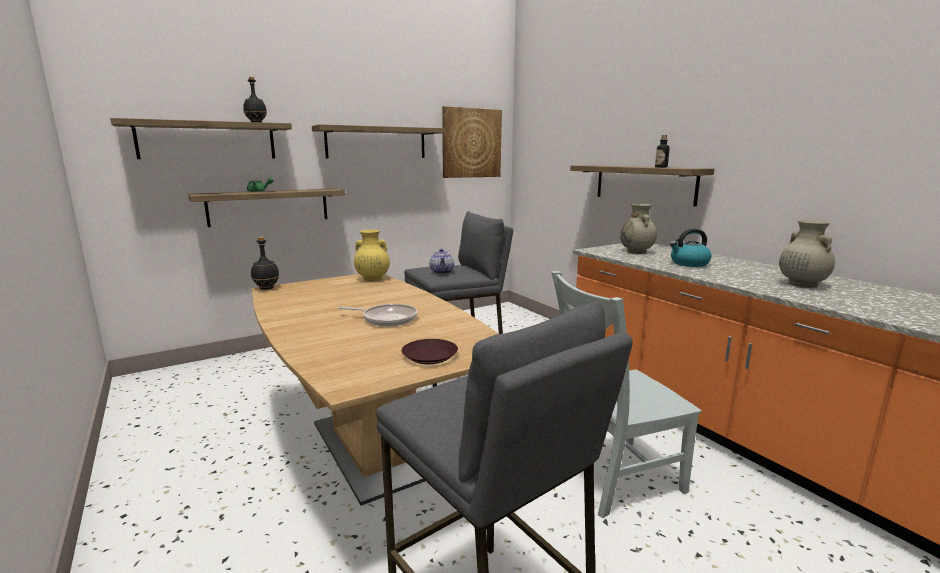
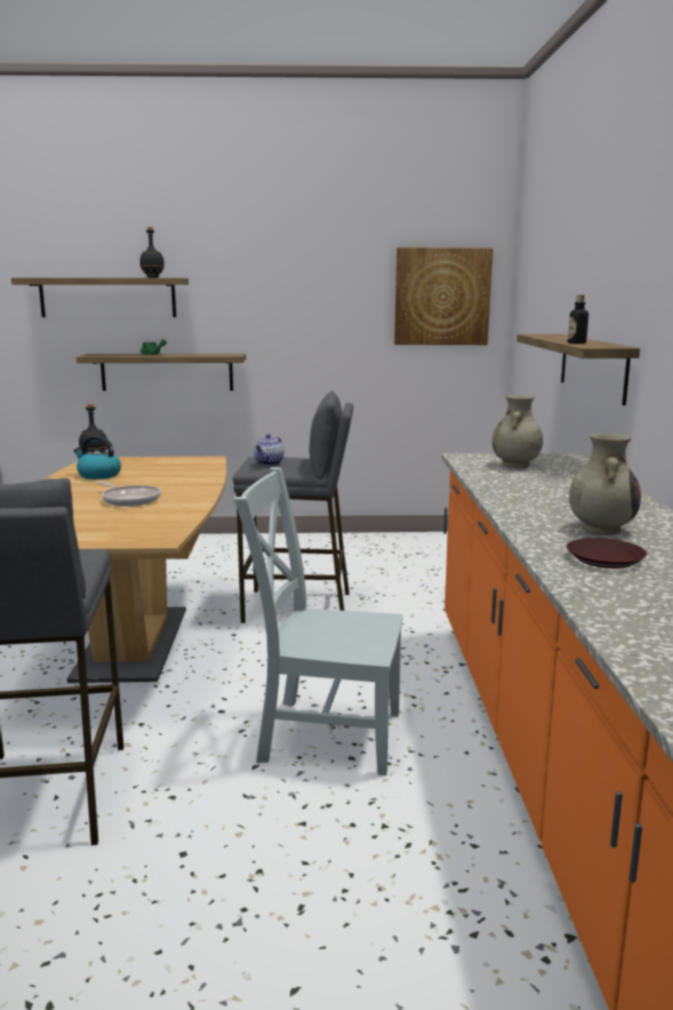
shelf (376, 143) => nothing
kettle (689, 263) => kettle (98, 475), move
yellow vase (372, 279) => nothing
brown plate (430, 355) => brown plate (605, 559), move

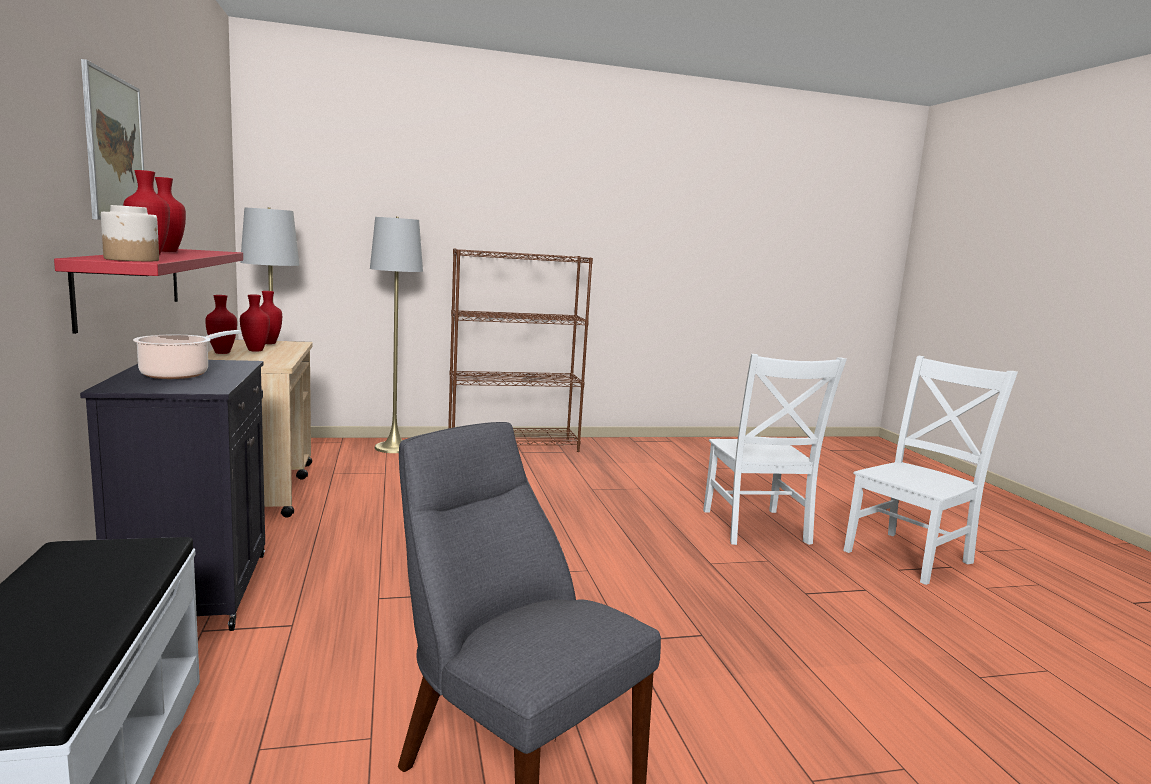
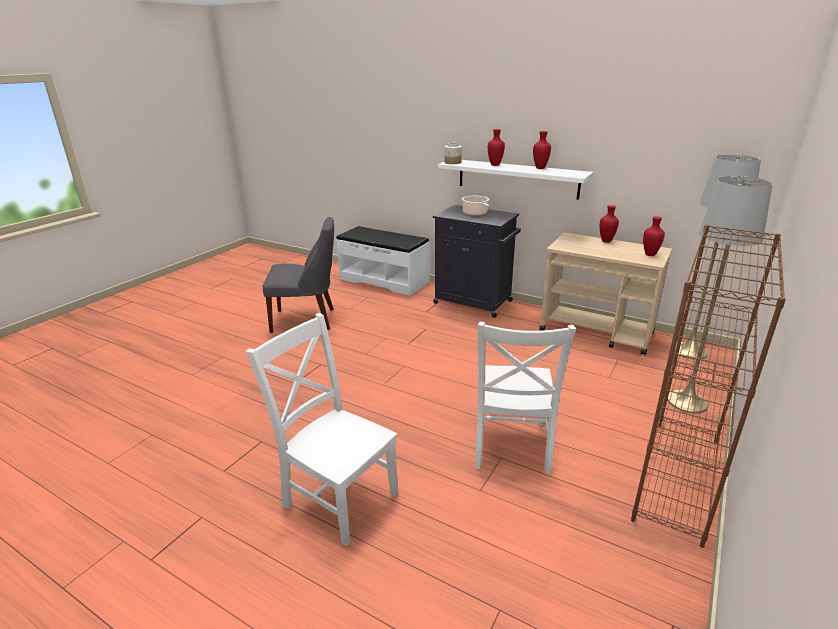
picture (115, 149) => nothing
red shelf (132, 283) => white shelf (517, 178)
red vase (256, 351) => nothing
white chair (911, 556) => white chair (510, 447), move

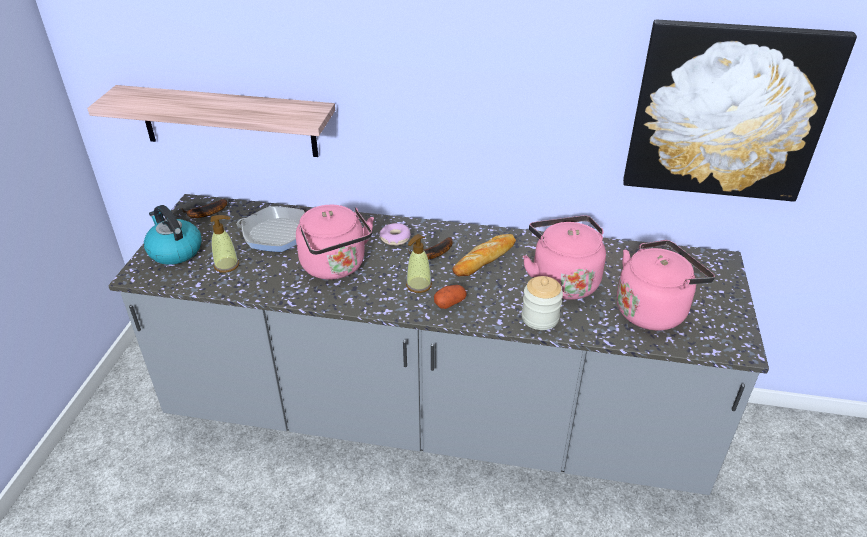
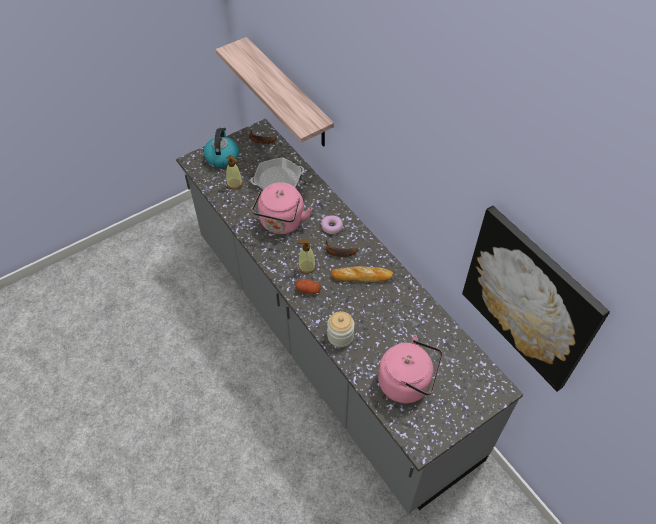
frying pan (276, 234) => frying pan (278, 180), 105 degrees clockwise
pink kettle (562, 280) => nothing

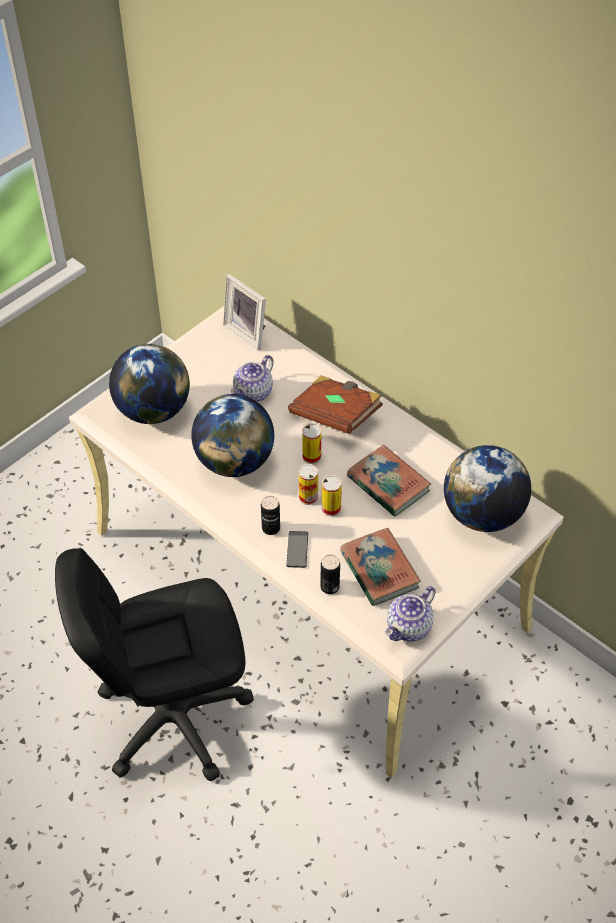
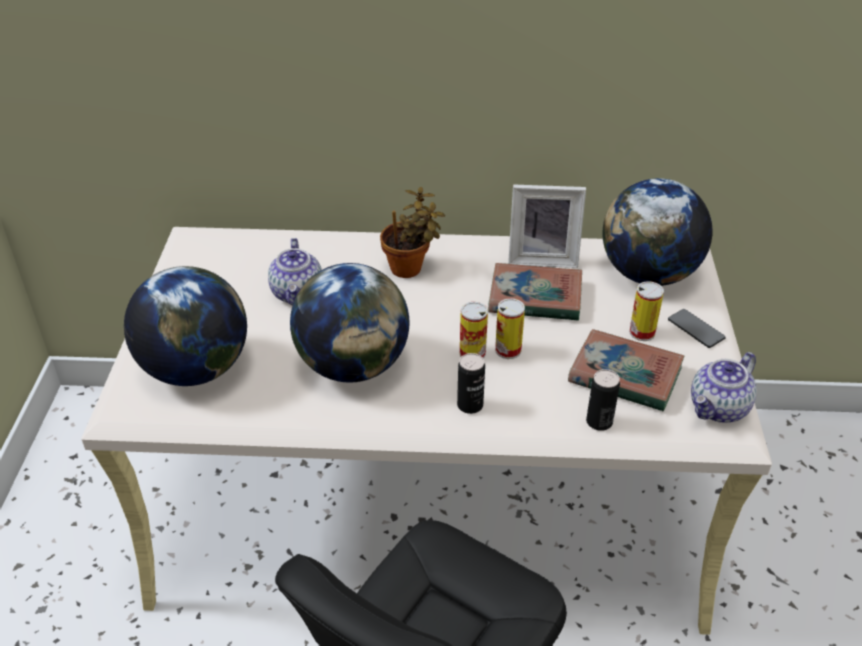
picture frame (248, 332) => picture frame (542, 257), move
brown book (335, 415) => potted plant (410, 268)
can (311, 456) => can (642, 332), move
phone (297, 550) => phone (695, 329), move
teapot (409, 627) => teapot (719, 409), 45 degrees clockwise

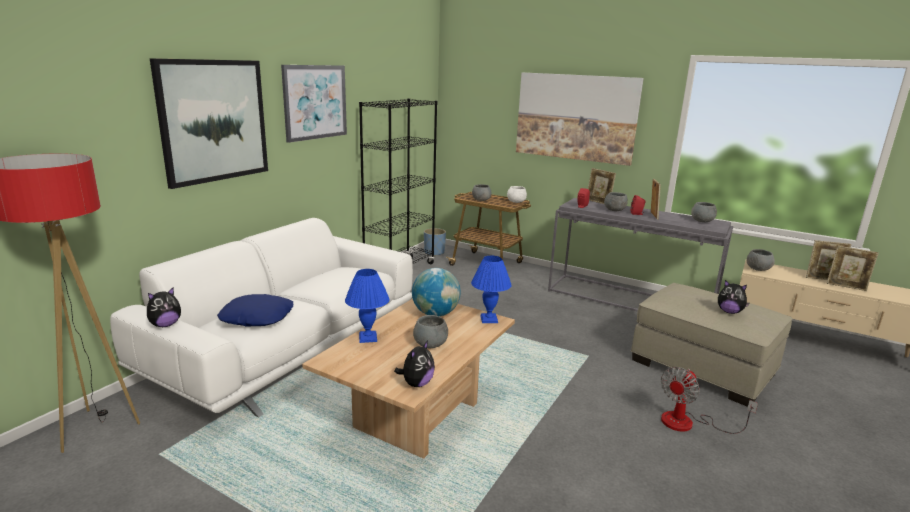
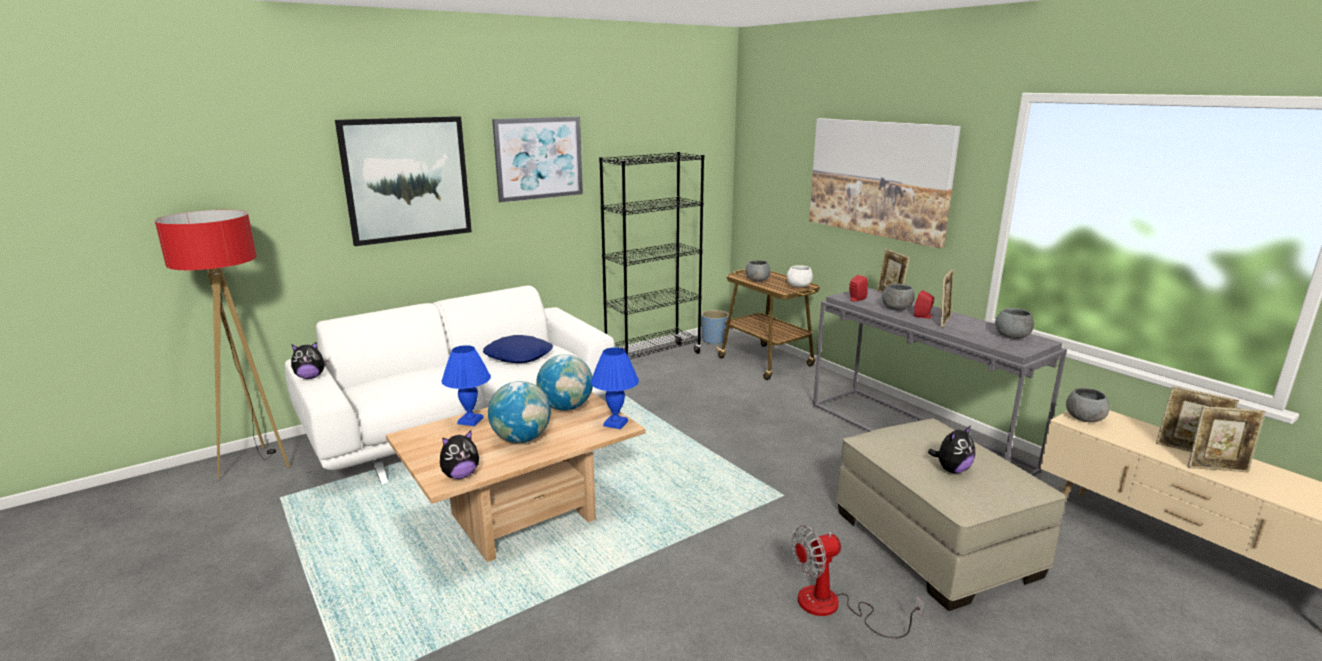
picture frame (846, 287) => picture frame (1216, 468), 45 degrees counterclockwise
plush toy (729, 312) => plush toy (951, 470), 90 degrees counterclockwise
blue pillow (257, 317) => blue pillow (519, 356), move
grey bowl (430, 344) => globe (521, 439)

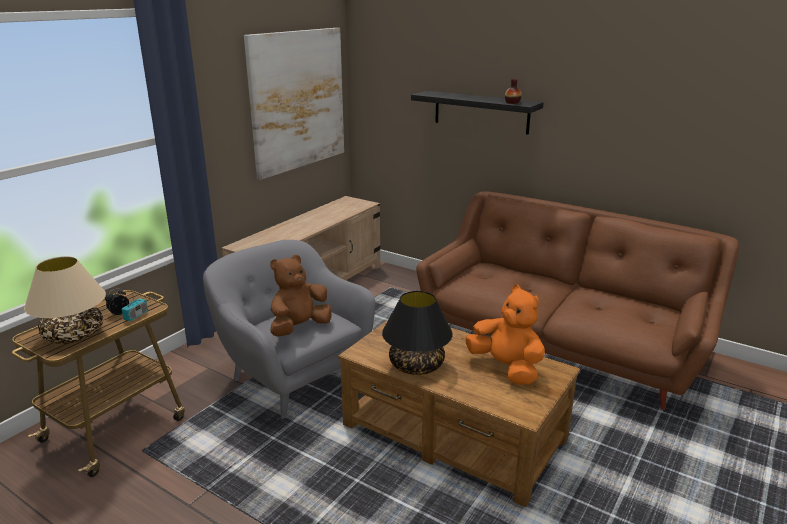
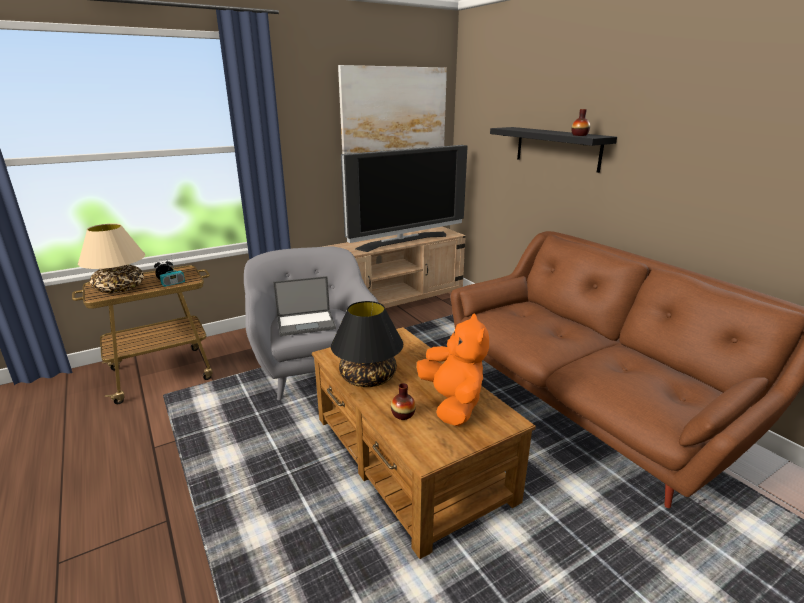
brown plush toy (299, 328) => laptop (306, 323)
nothing => television (403, 241)
nothing => vase (403, 414)

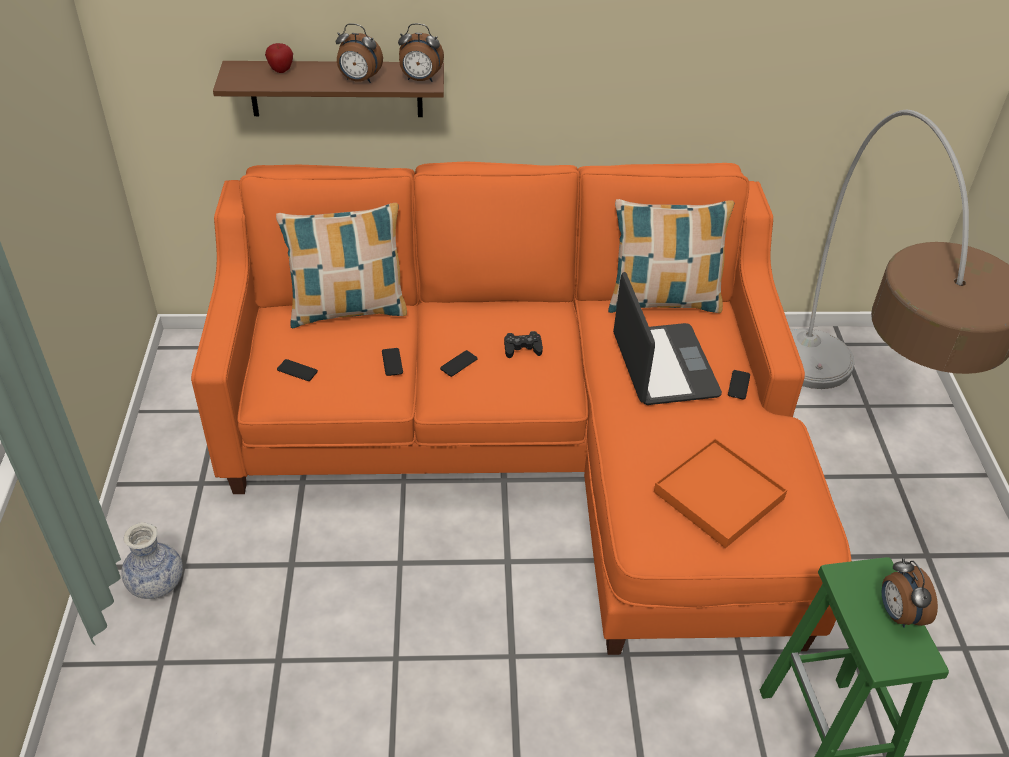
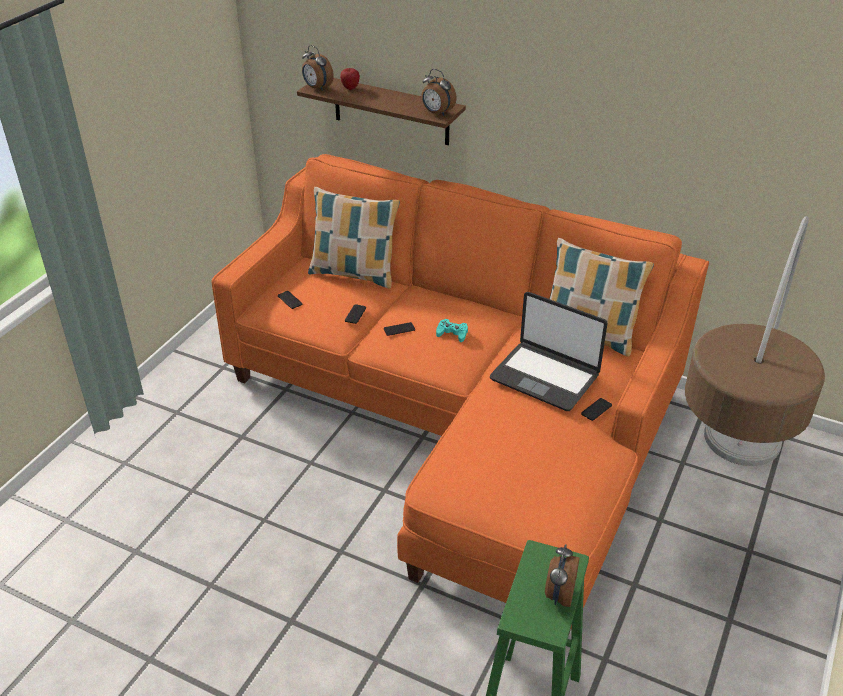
alarm clock (359, 80) => alarm clock (317, 88), move
laptop (663, 366) => laptop (545, 376), 105 degrees clockwise
black game controller (522, 348) => turquoise game controller (452, 333)
orange tray (718, 495) => nothing
vase (156, 583) => nothing

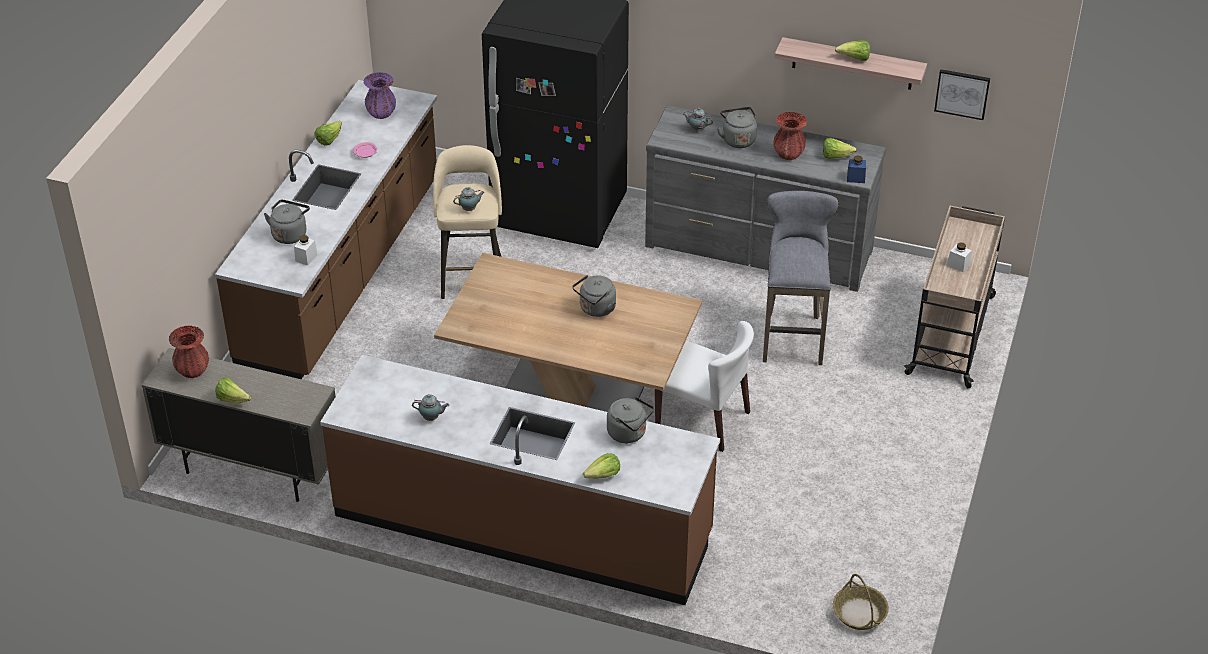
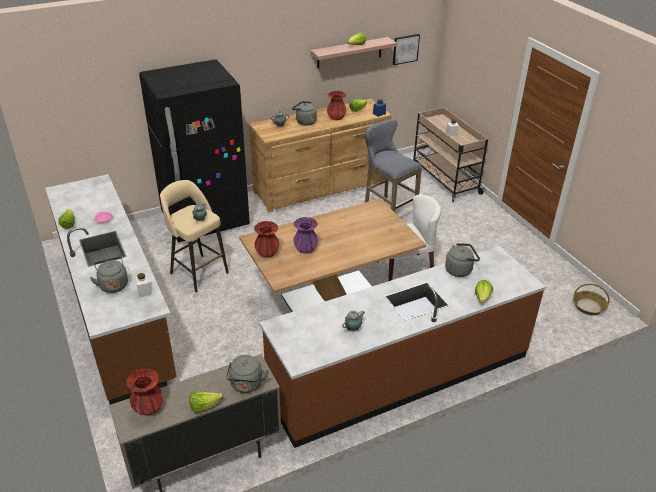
purple vase (381, 113) => purple vase (305, 249), move
grey dresser (759, 249) => brown dresser (321, 187)
grey kettle (596, 309) => grey kettle (246, 385), move
nothing => red vase (267, 253)

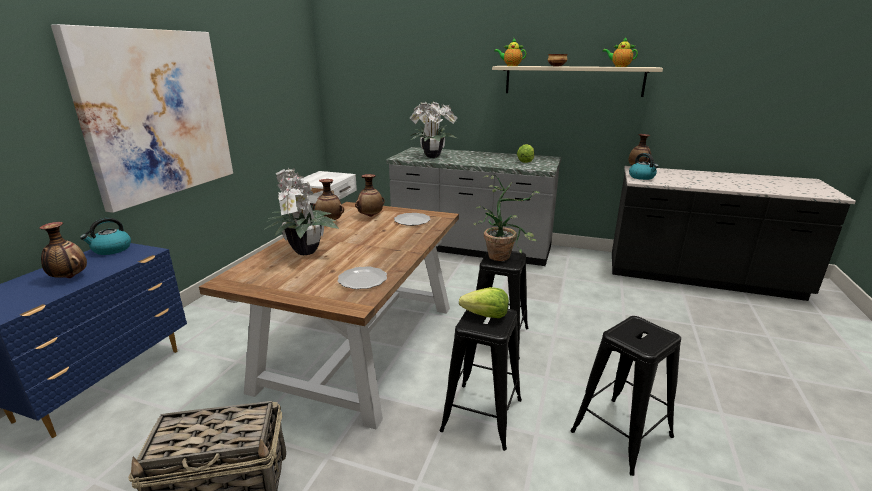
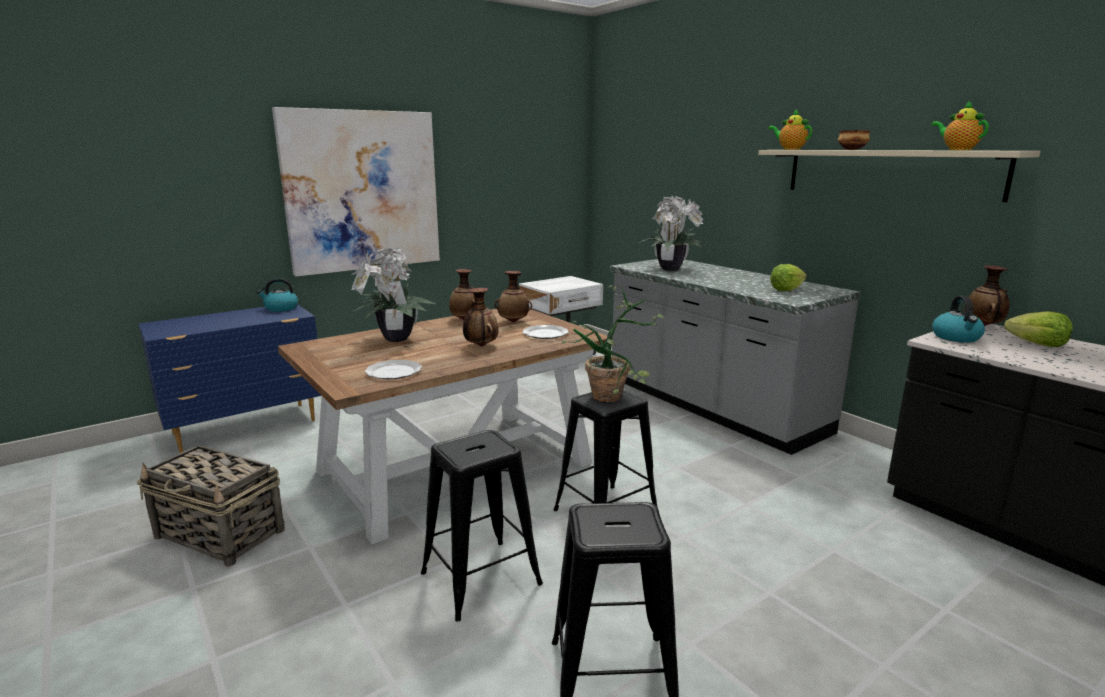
vase (69, 278) => vase (480, 346), move
lettuce (486, 316) => lettuce (1037, 344), move

